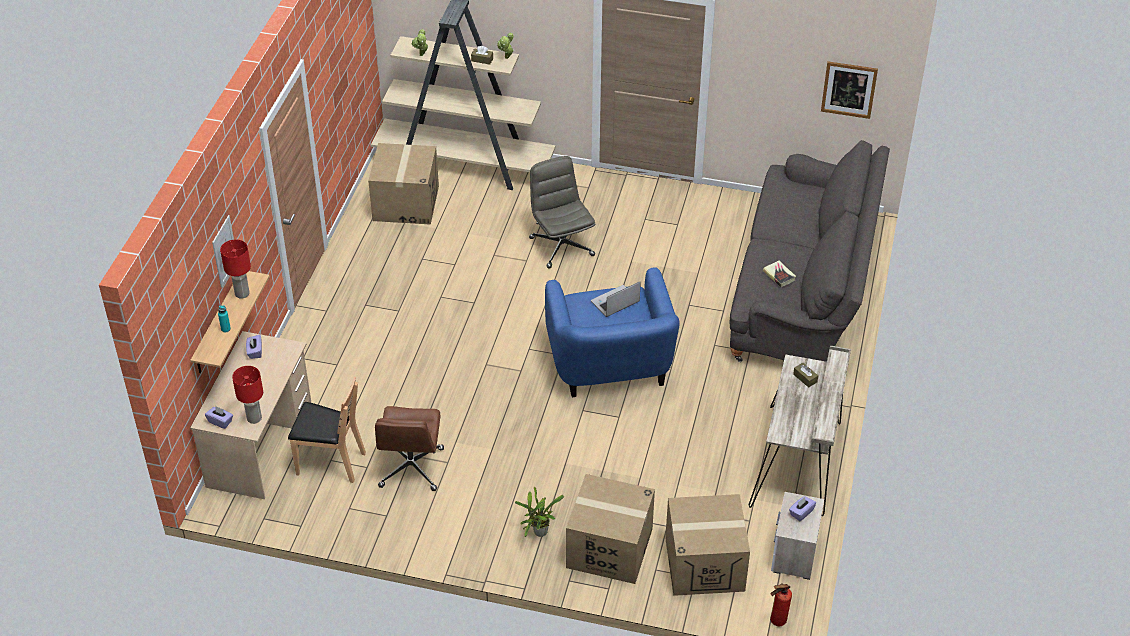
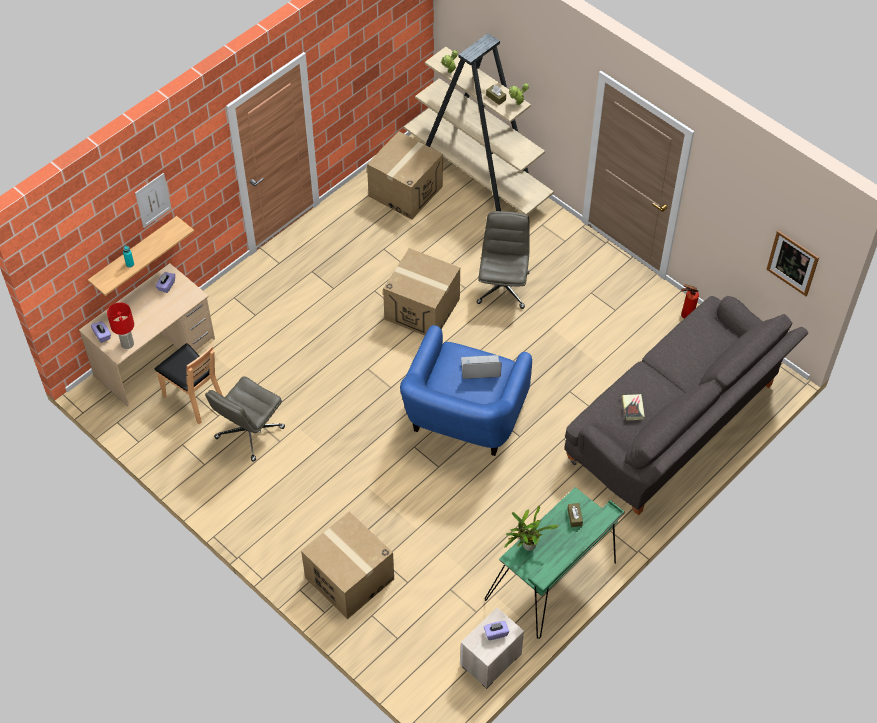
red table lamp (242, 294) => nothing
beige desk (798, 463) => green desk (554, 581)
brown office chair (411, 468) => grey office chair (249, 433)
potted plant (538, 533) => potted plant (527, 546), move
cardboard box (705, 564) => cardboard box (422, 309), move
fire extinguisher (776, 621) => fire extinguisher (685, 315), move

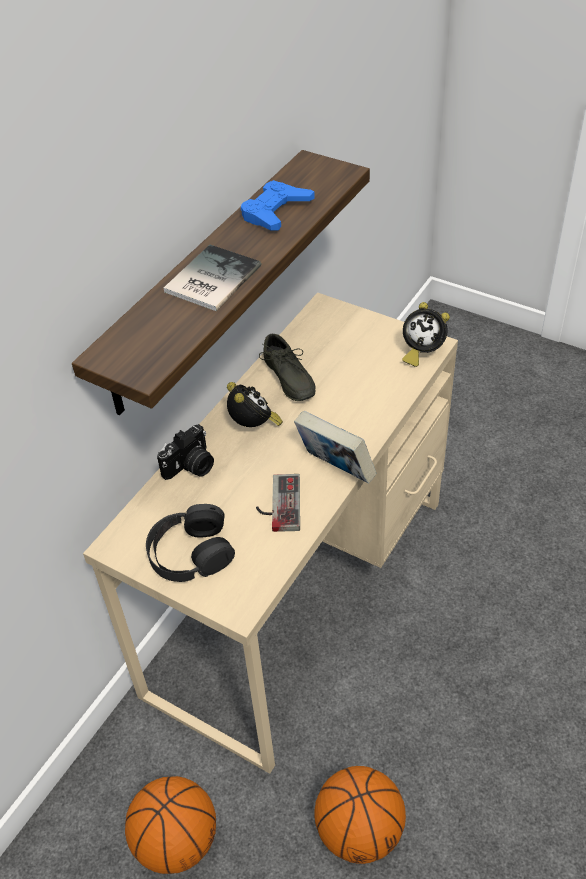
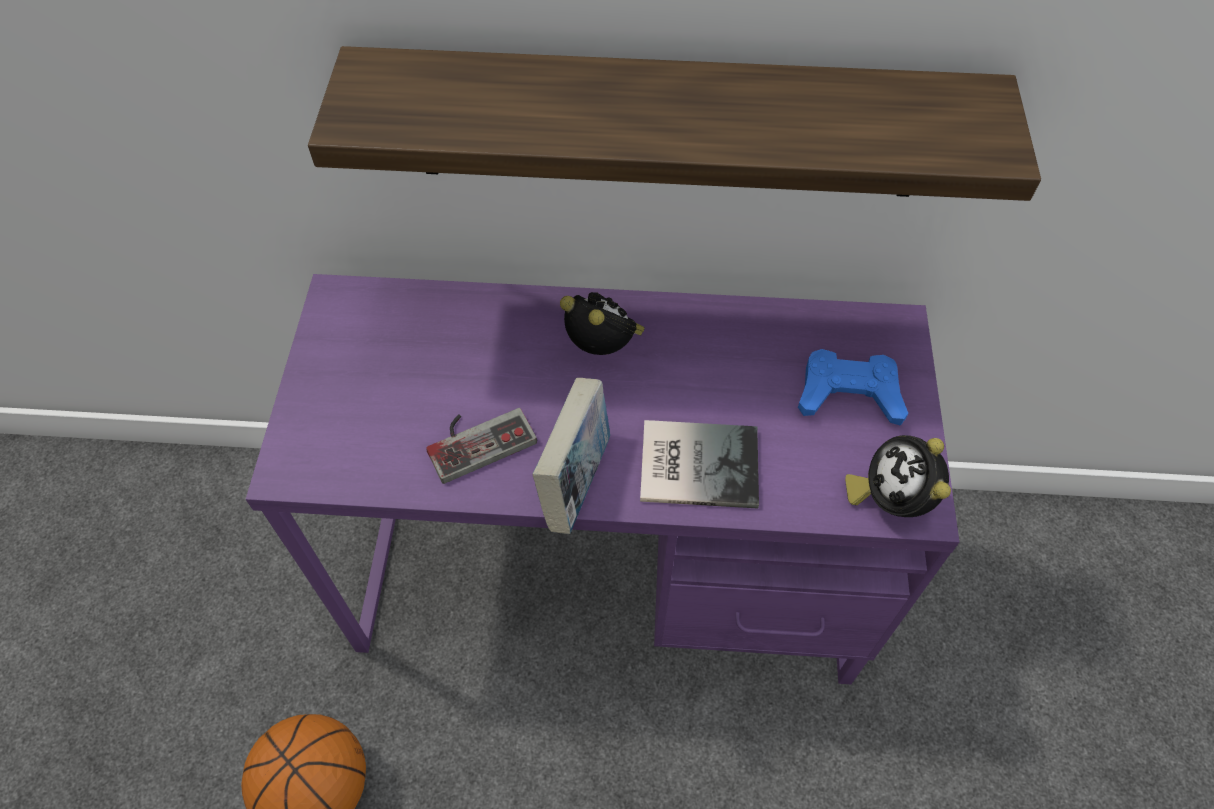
blue game controller (275, 211) => blue game controller (849, 393), move
book (209, 279) => book (695, 462), move
beige desk (300, 593) => purple desk (609, 571)
grey shoe (286, 379) => nothing
alarm clock (254, 426) => alarm clock (603, 348), 90 degrees counterclockwise
photo camera (191, 467) => nothing
black headphones (190, 552) => nothing
basketball (177, 840) => nothing

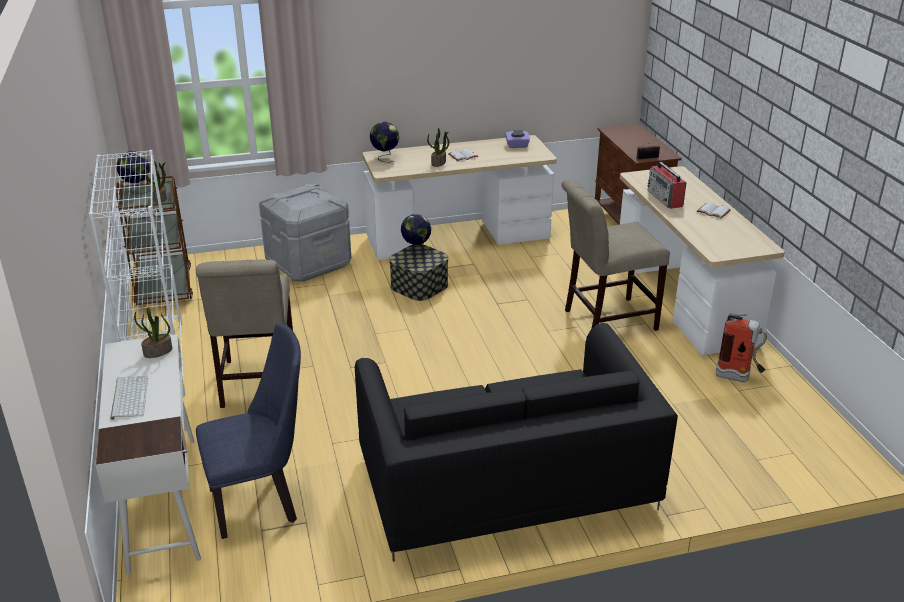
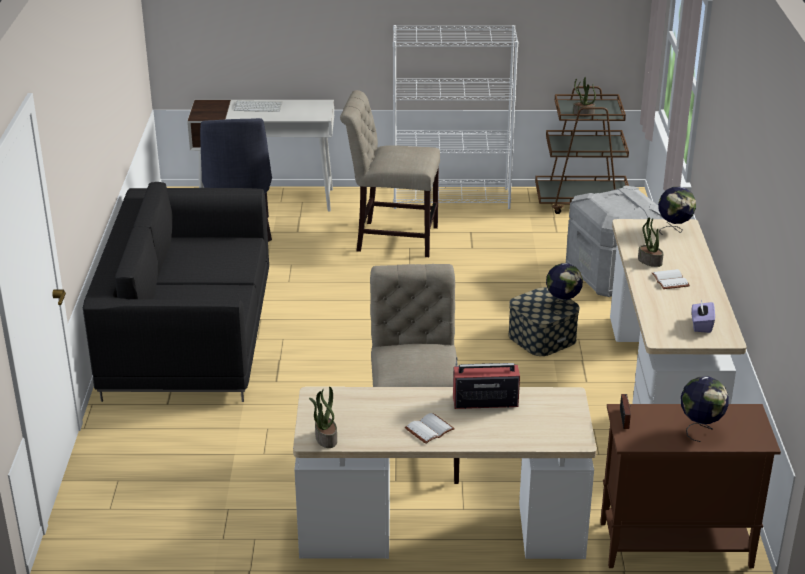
globe (137, 189) => globe (700, 429), move
potted plant (157, 352) => potted plant (325, 438), move
fire extinguisher (738, 378) => nothing

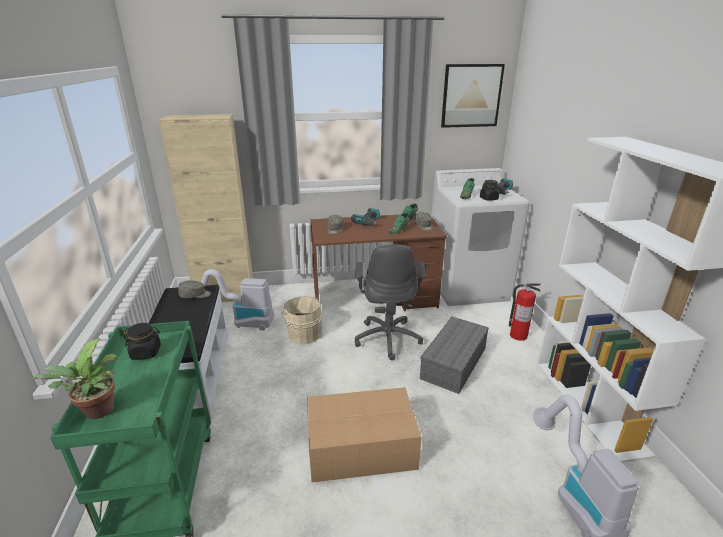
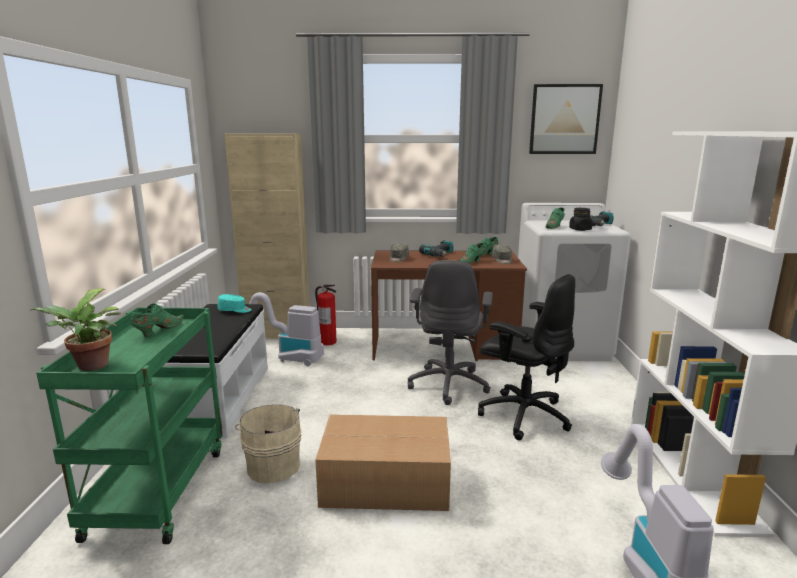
grey cap (195, 295) => turquoise cap (235, 310)
fire extinguisher (518, 335) => fire extinguisher (327, 342), move
beige bucket (303, 333) => beige bucket (273, 465), move
grey storage box (454, 364) => black office chair (523, 415)
black jar (146, 353) => green shoe (158, 331)

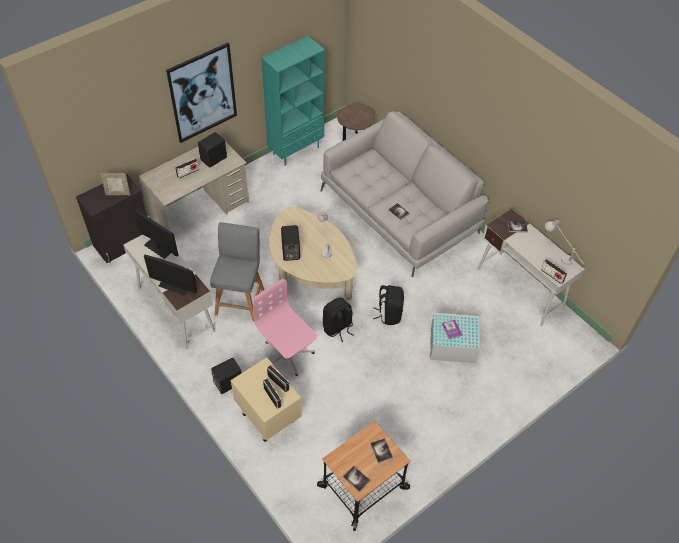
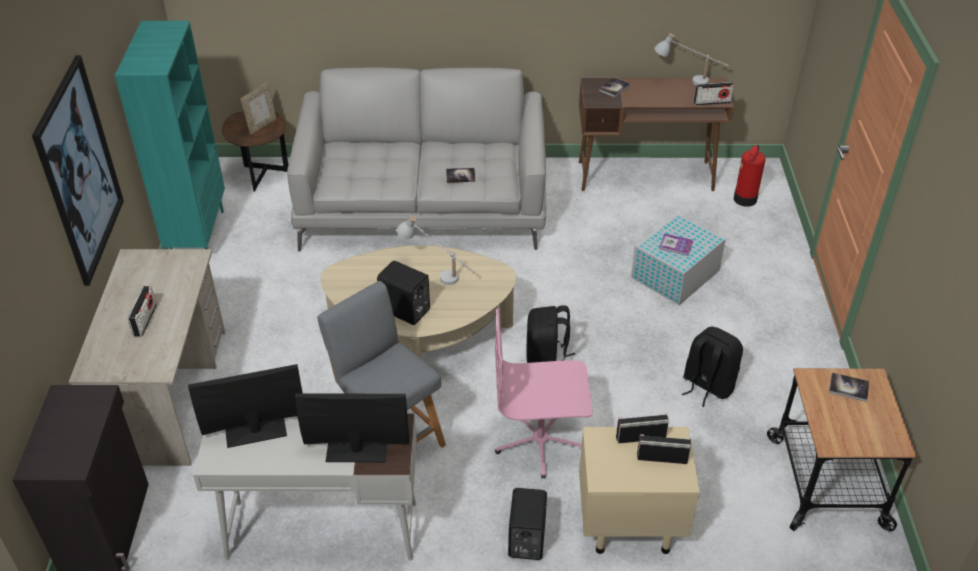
black speaker (214, 159) => nothing
picture frame (118, 193) => picture frame (262, 125), move
white desk (520, 288) => brown desk (646, 176)
monitor (174, 285) => monitor (356, 451), 150 degrees counterclockwise
black backpack (389, 314) => black backpack (707, 385), move
book (356, 479) => nothing
nothing => fire extinguisher (745, 199)

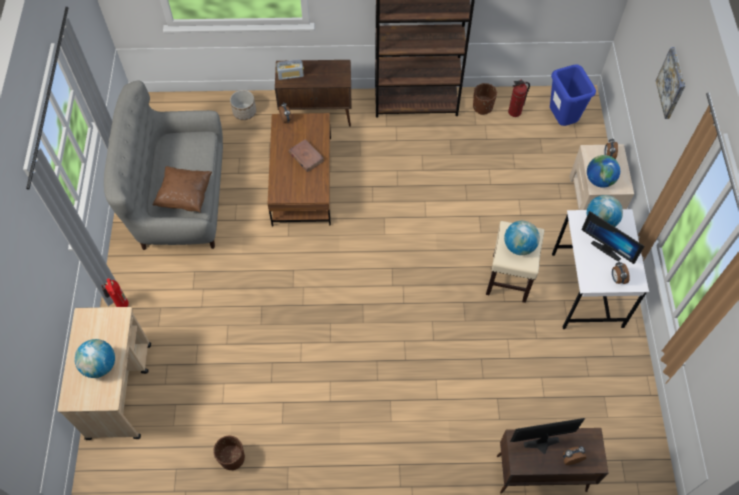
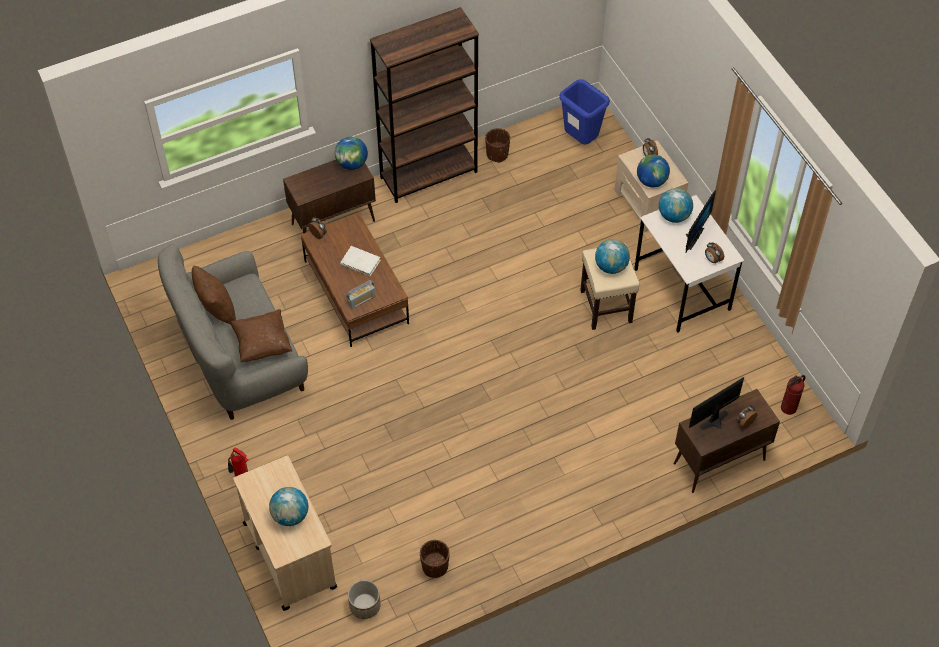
picture (672, 83) => nothing
radio (290, 75) => radio (361, 300), move
fire extinguisher (514, 112) => fire extinguisher (788, 408), move
planter (244, 112) => planter (365, 605), move
brown book (306, 156) => white book (360, 262)
monitor (607, 248) => monitor (691, 236), 75 degrees counterclockwise
nothing => globe (352, 164)
nothing => brown pillow (216, 309)

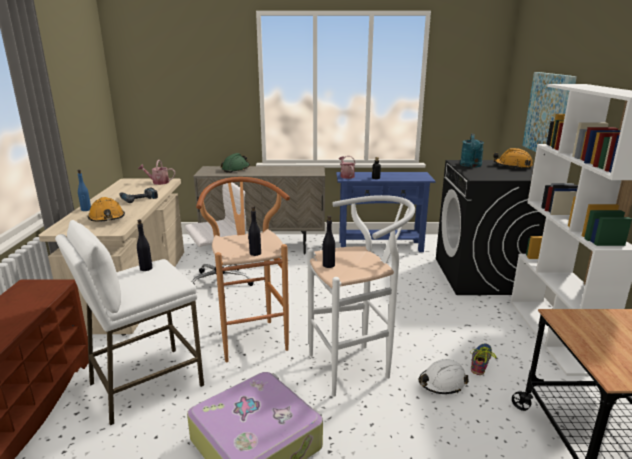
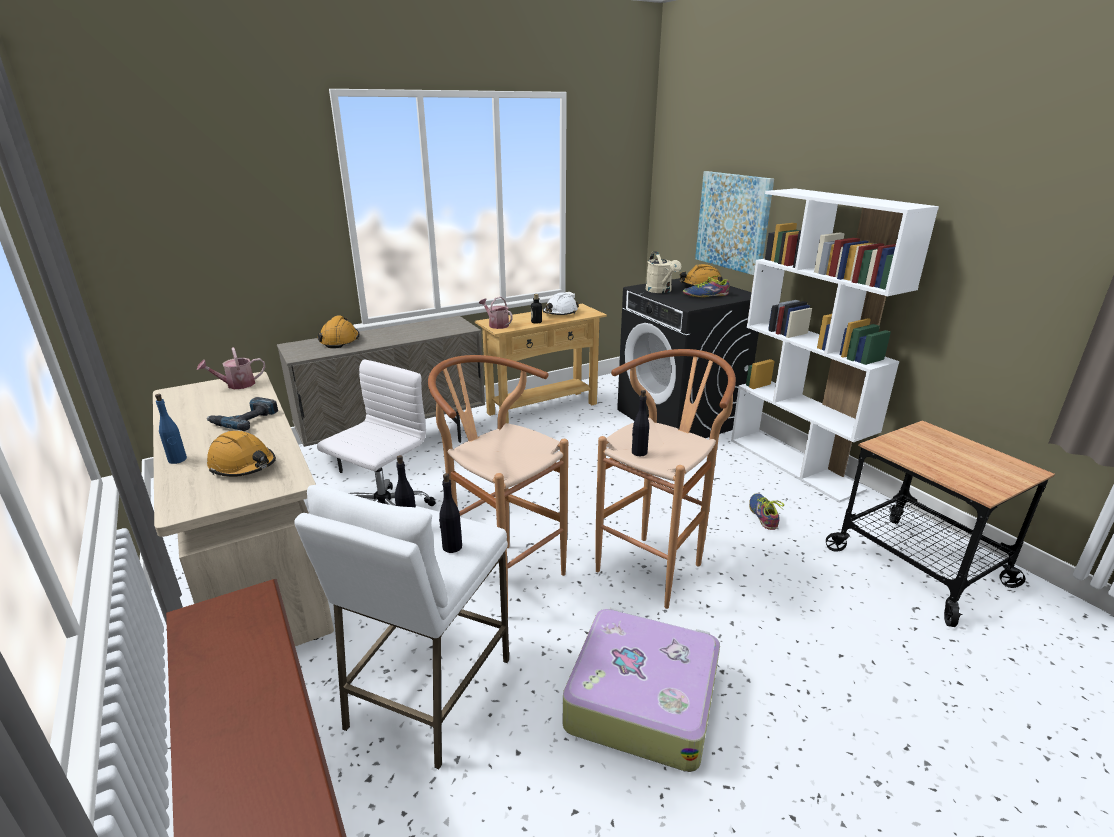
turquoise watering can (471, 165) => beige watering can (661, 291)
green hard hat (236, 169) => orange hard hat (340, 340)
blue console table (380, 246) => beige console table (542, 408)
white stool (356, 366) => brown stool (656, 564)
black bottle (255, 253) => black bottle (452, 547), move
white hard hat (442, 383) => white hard hat (560, 313), move
nothing => shoe (706, 295)

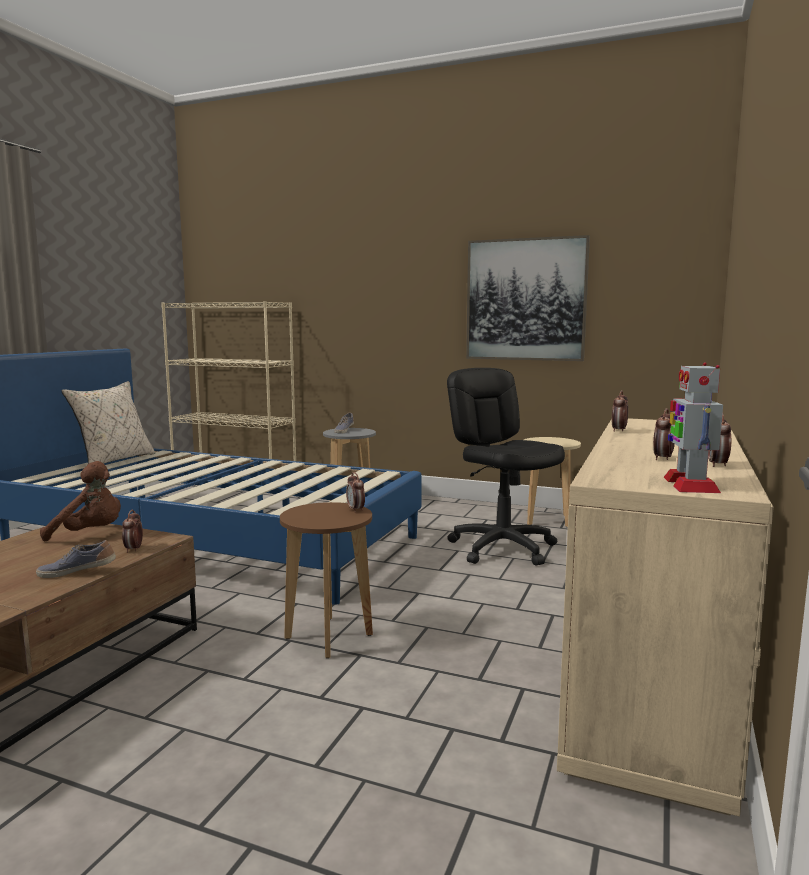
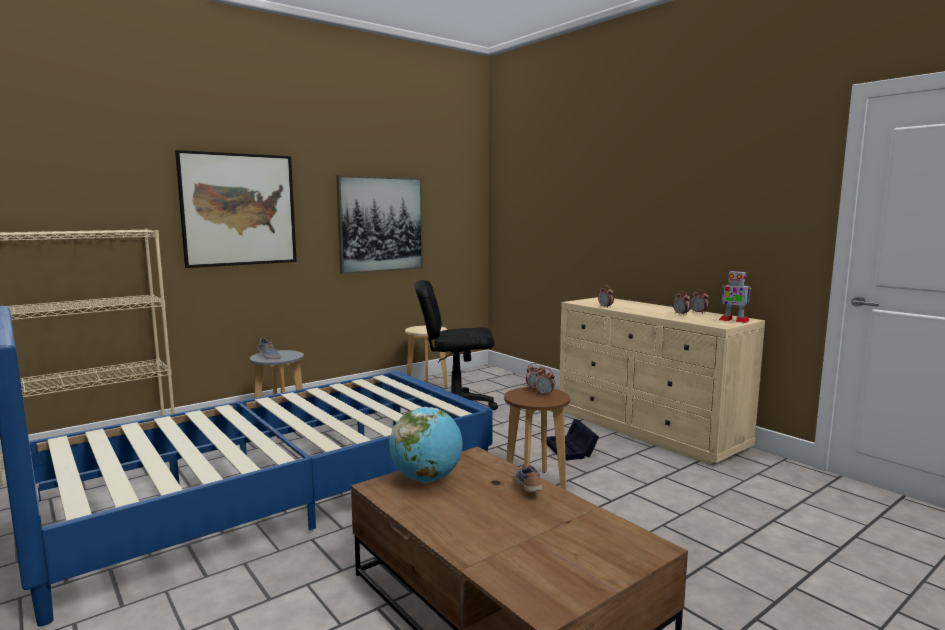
beige pillow (113, 460) => nothing
brown plush toy (90, 534) => globe (427, 479)
alarm clock (134, 549) => alarm clock (544, 394), move
shoe (77, 572) => shoe (528, 487), 150 degrees clockwise
nothing => picture (239, 209)
nothing => black storage box (571, 450)

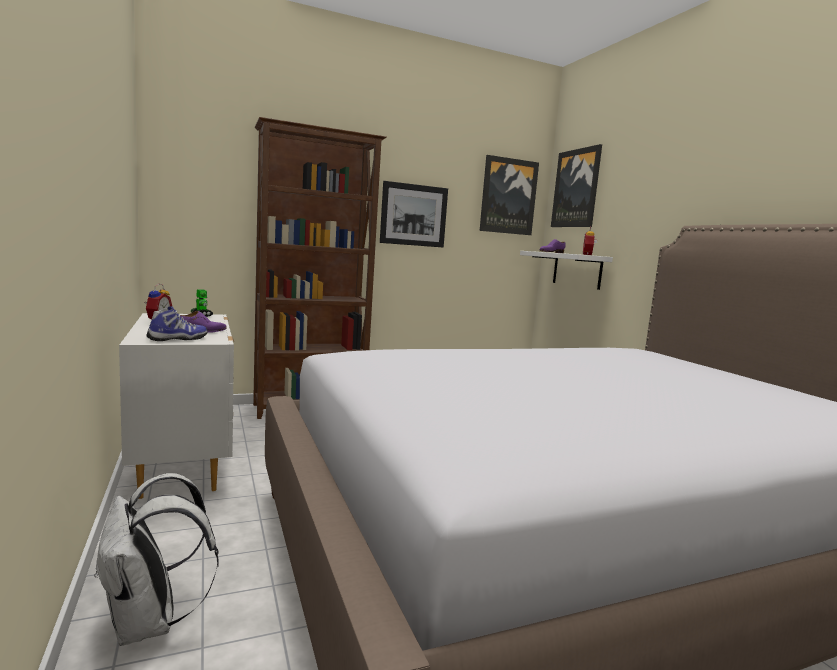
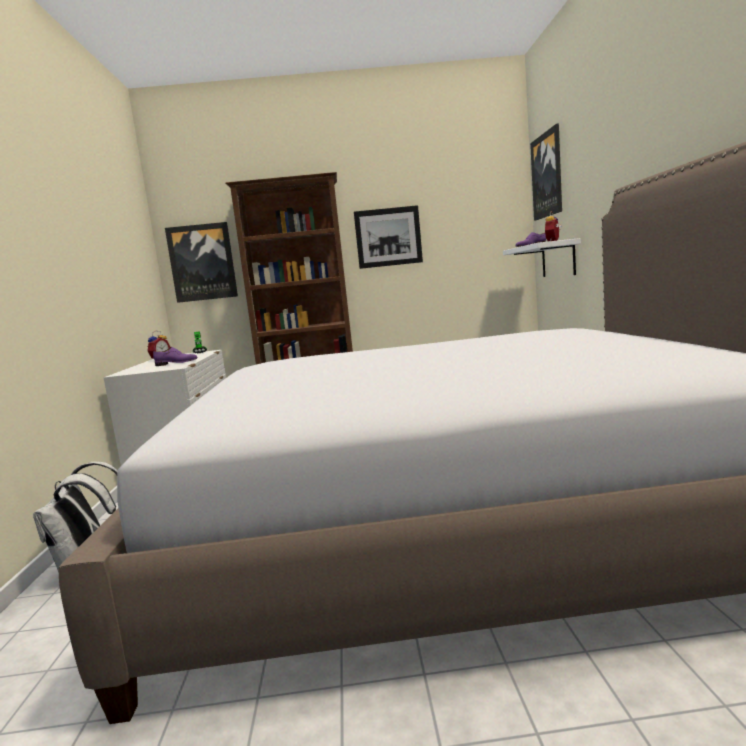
picture (508, 196) => picture (202, 262), move
shoe (178, 339) => nothing

